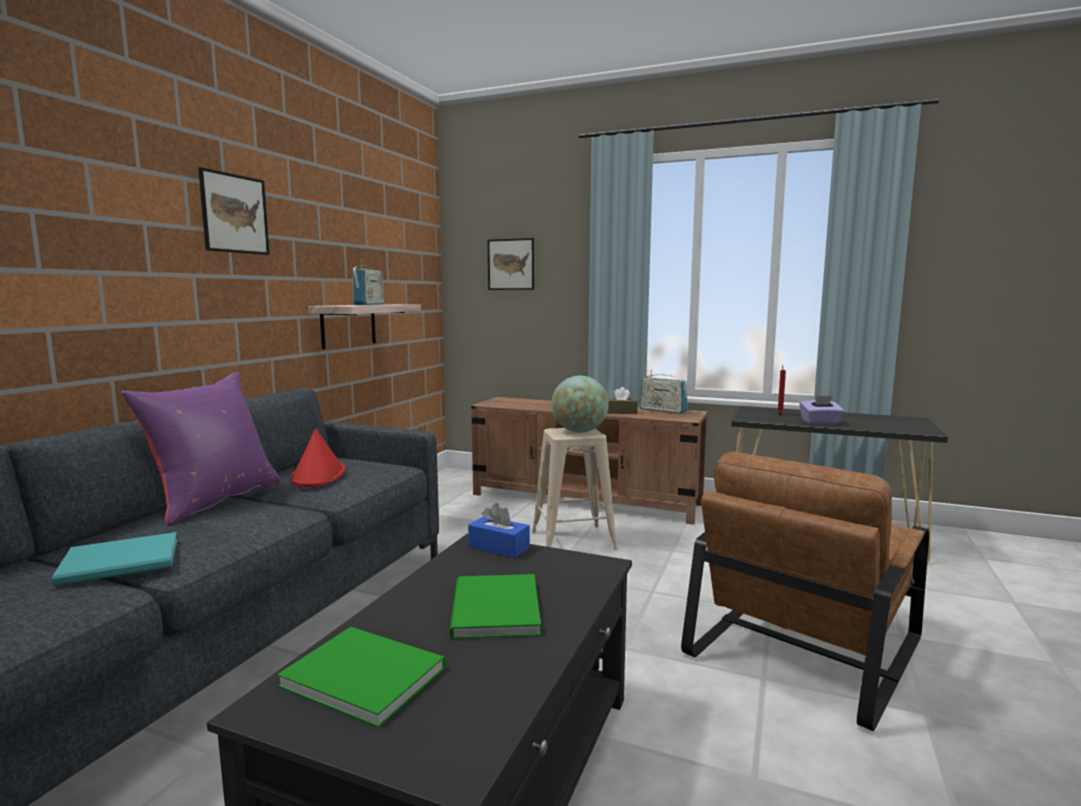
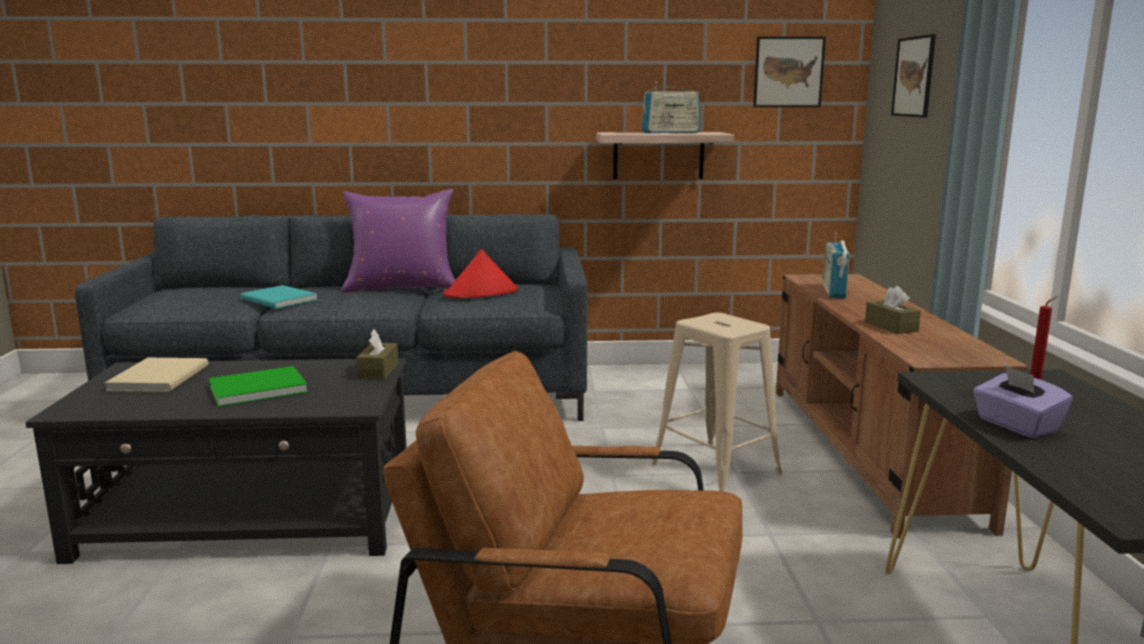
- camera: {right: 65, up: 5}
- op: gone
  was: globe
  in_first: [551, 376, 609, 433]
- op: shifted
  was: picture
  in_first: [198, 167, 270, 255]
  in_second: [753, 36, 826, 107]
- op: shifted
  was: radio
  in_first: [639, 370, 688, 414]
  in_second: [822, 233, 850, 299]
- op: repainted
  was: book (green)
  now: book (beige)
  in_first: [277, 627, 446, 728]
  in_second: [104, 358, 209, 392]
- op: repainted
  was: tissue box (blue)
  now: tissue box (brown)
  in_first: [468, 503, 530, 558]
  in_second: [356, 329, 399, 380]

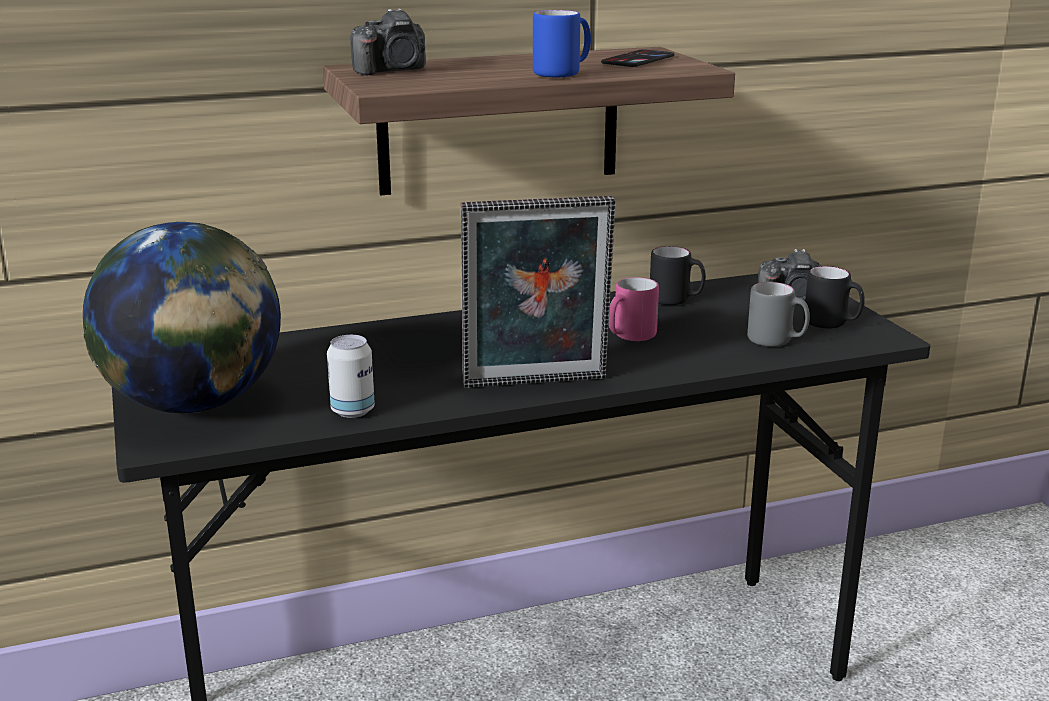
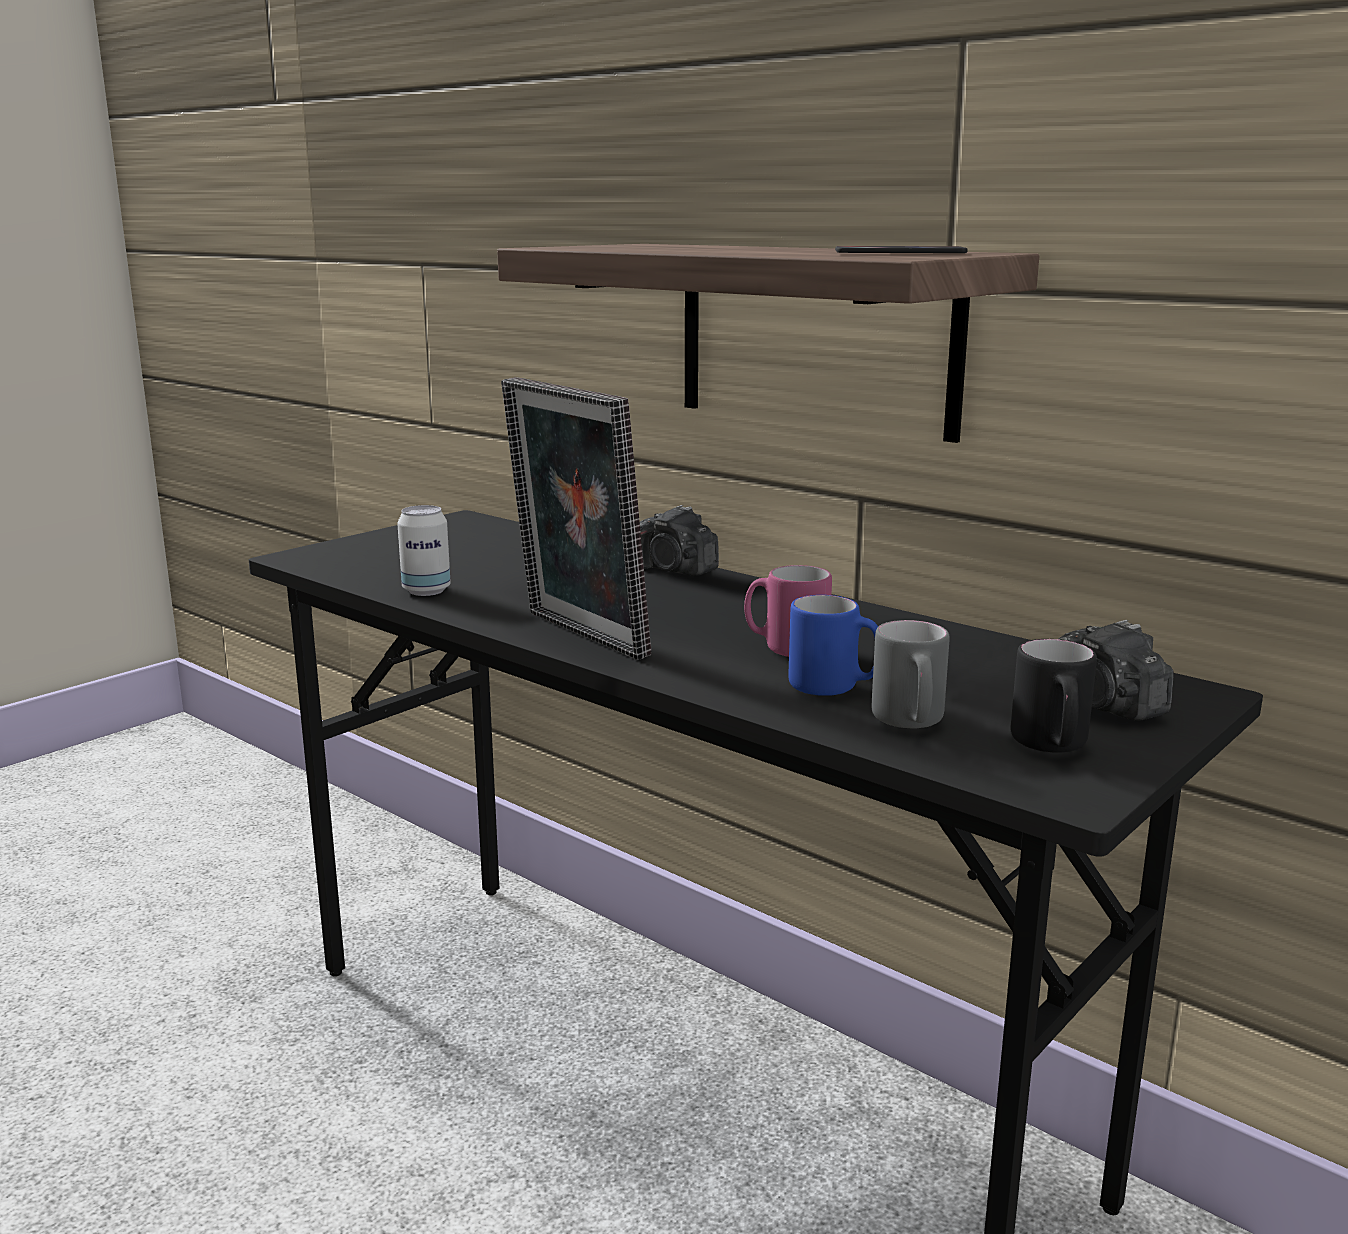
- camera: {right: 60, up: -5}
- op: gone
  was: globe
  in_first: [83, 222, 281, 413]
- op: gone
  was: mug (black)
  in_first: [650, 246, 706, 305]
- op: shifted
  was: photo camera
  in_first: [350, 8, 426, 75]
  in_second: [640, 505, 719, 576]
- op: shifted
  was: mug (blue)
  in_first: [533, 10, 591, 78]
  in_second: [788, 595, 878, 696]

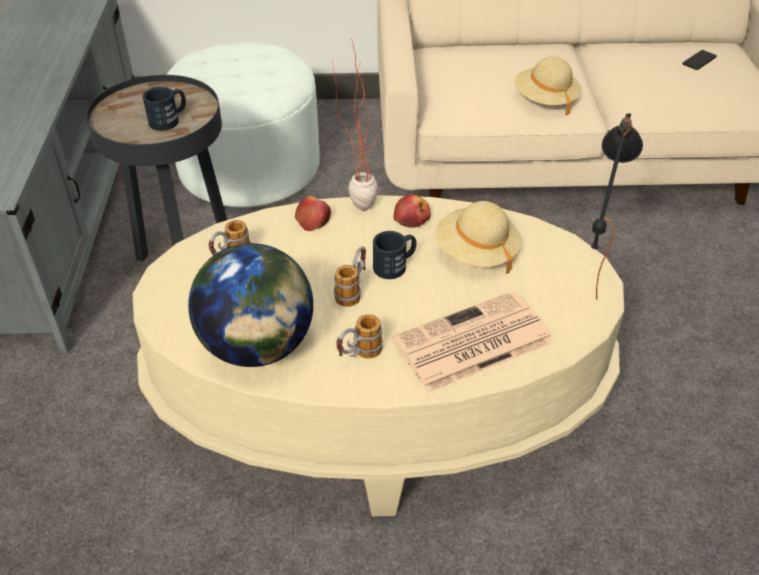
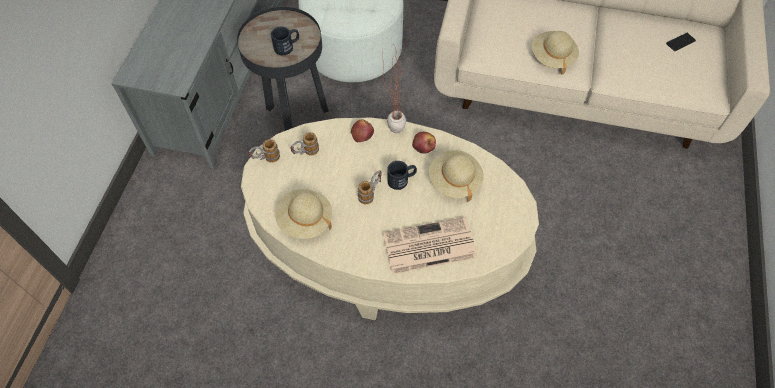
- camera: {right: 15, up: 15}
- op: gone
  was: table lamp (black)
  in_first: [591, 113, 643, 300]
- op: shifted
  was: mug
  in_first: [336, 314, 383, 359]
  in_second: [248, 139, 280, 162]
- op: swapped
  was: globe
  now: hat (beige)
  in_first: [188, 243, 313, 367]
  in_second: [275, 189, 332, 239]

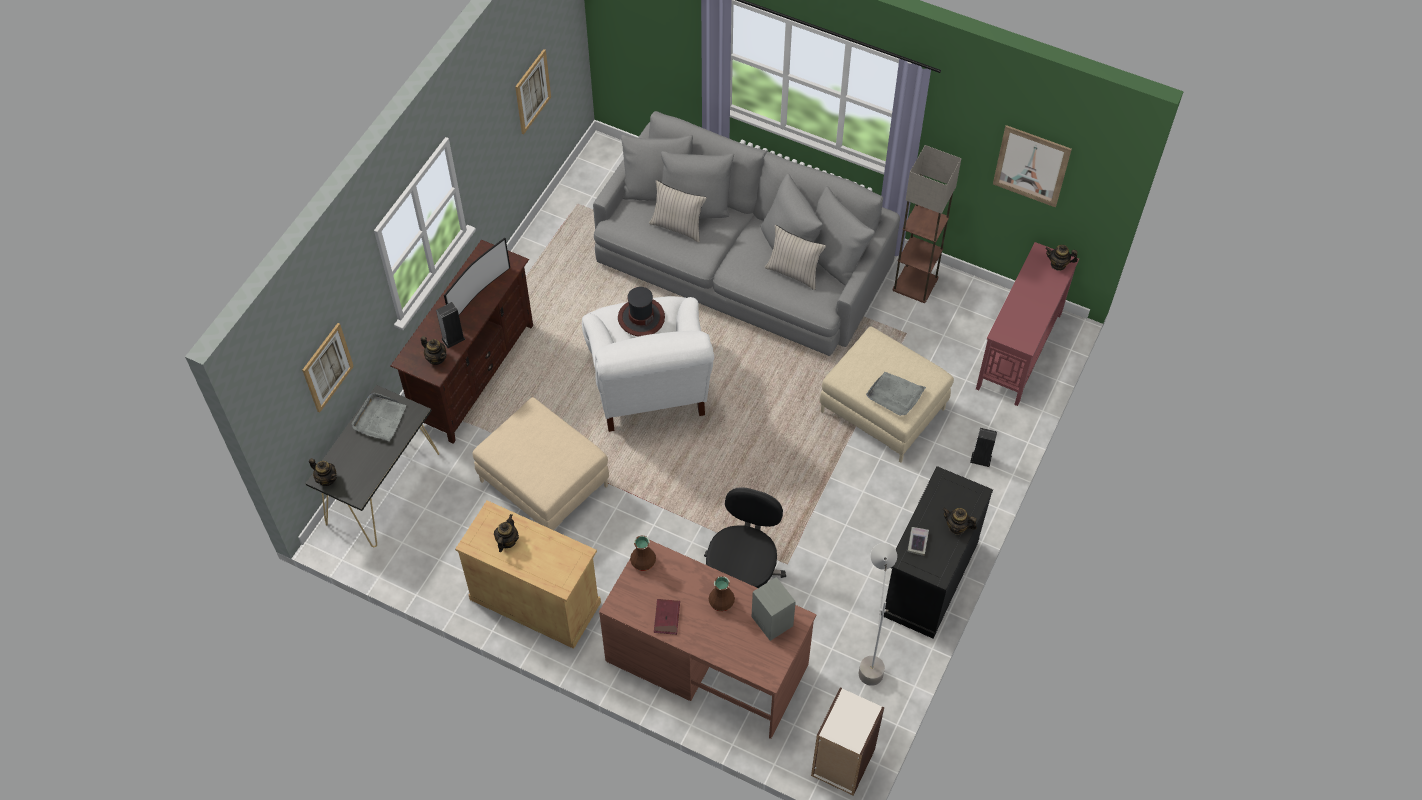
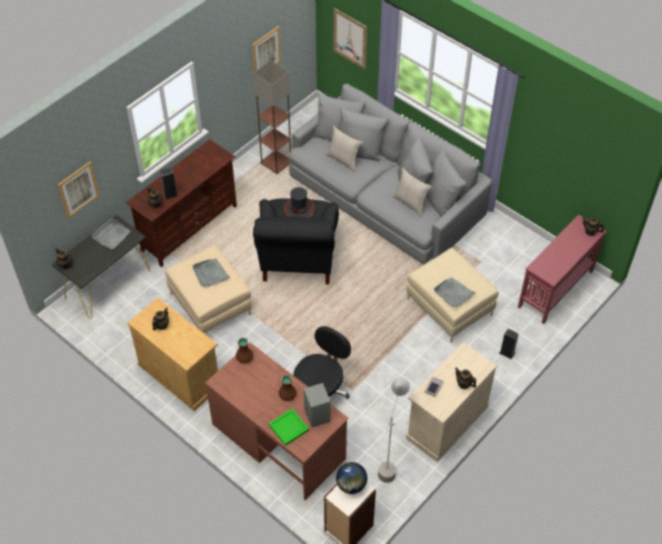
- camera: {right: 15, up: -5}
- op: gone
  was: television
  in_first: [444, 238, 510, 315]
- op: gone
  was: book (red)
  in_first: [654, 599, 680, 635]
- op: new
  now: tray (grey)
  in_second: [192, 258, 230, 287]
- op: new
  now: tray (green)
  in_second: [269, 408, 309, 446]
- op: new
  now: globe
  in_second: [336, 462, 367, 494]
- op: shifted
  was: floor lamp
  in_first: [893, 145, 962, 303]
  in_second: [253, 60, 291, 174]
- op: shifted
  was: picture
  in_first: [993, 125, 1072, 208]
  in_second: [334, 8, 367, 69]
- op: repainted
  was: armchair (white)
  now: armchair (black)
  in_first: [582, 296, 714, 432]
  in_second: [253, 198, 339, 285]
- op: repainted
  was: cabinet (black)
  now: cabinet (beige)
  in_first: [881, 466, 993, 639]
  in_second: [406, 342, 497, 462]

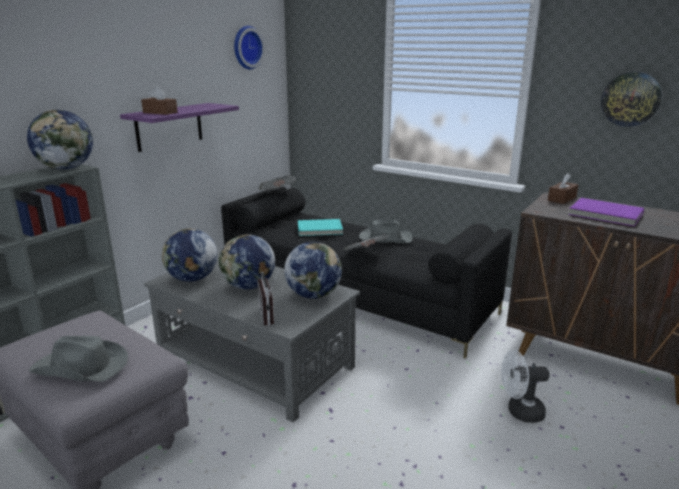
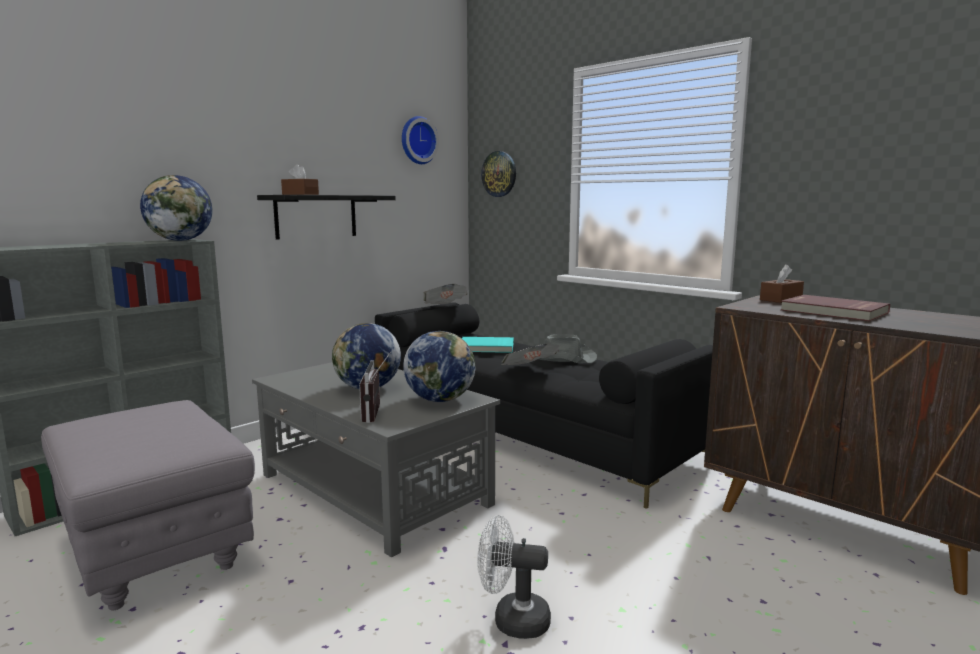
- camera: {right: 10, up: -10}
- op: gone
  was: hat (grey)
  in_first: [29, 336, 128, 382]
- op: gone
  was: globe
  in_first: [162, 228, 218, 282]
- op: shifted
  was: fan (white)
  in_first: [501, 350, 550, 423]
  in_second: [477, 515, 551, 639]
- op: shifted
  was: wall clock
  in_first: [601, 72, 662, 127]
  in_second: [481, 151, 516, 197]
- op: repainted
  was: shelf (purple)
  now: shelf (black)
  in_first: [120, 103, 239, 152]
  in_second: [257, 195, 396, 240]
- op: repainted
  was: book (purple)
  now: book (red)
  in_first: [569, 198, 644, 227]
  in_second: [780, 295, 890, 321]

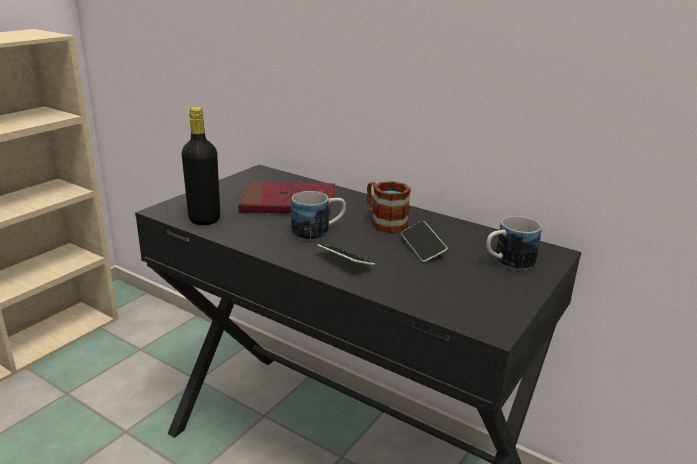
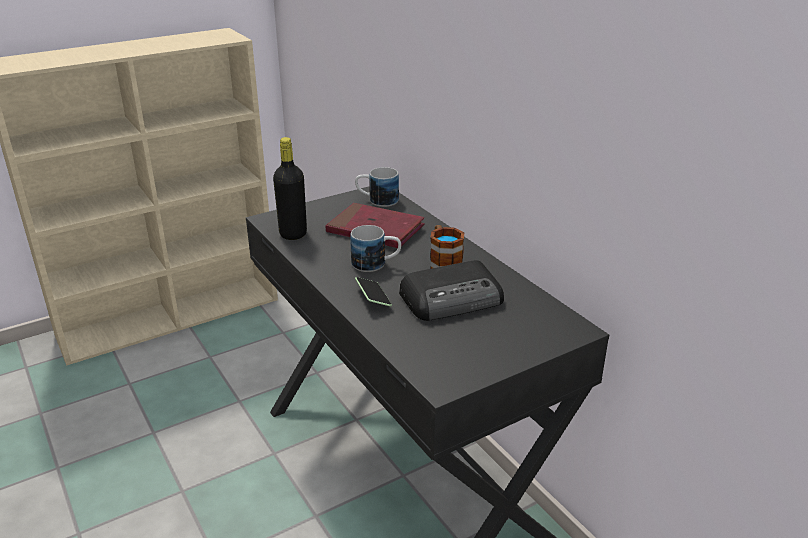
- camera: {right: 25, up: 5}
- op: shifted
  was: mug
  in_first: [486, 216, 542, 270]
  in_second: [355, 167, 399, 207]
- op: swapped
  was: phone
  now: radio
  in_first: [401, 221, 447, 262]
  in_second: [399, 260, 504, 321]

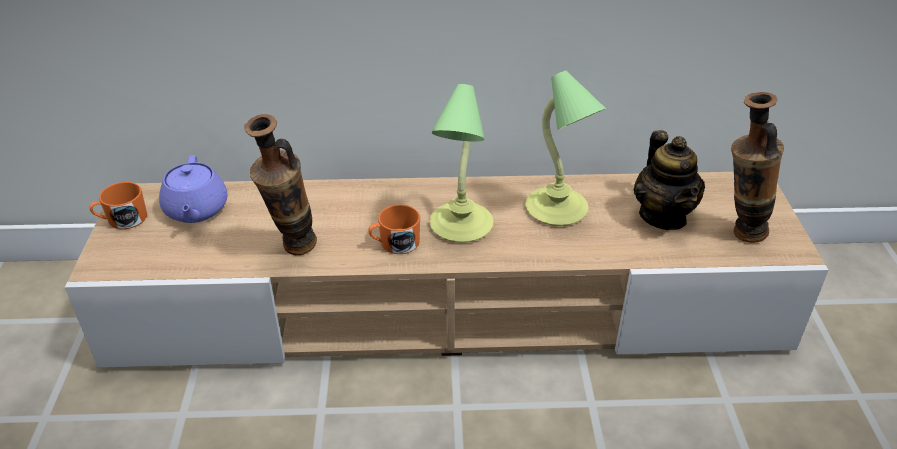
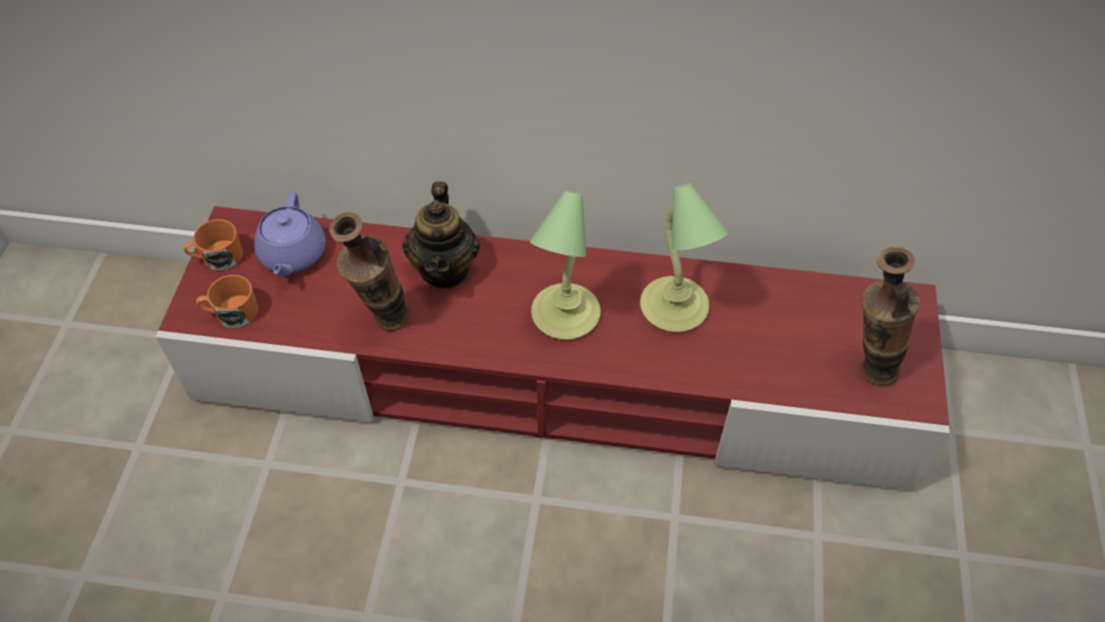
- camera: {right: 10, up: 15}
- op: shifted
  was: mug (orange)
  in_first: [368, 205, 420, 254]
  in_second: [196, 275, 258, 328]
- op: shifted
  was: teapot
  in_first: [634, 130, 705, 230]
  in_second: [402, 181, 480, 289]
- op: repainted
  was: tv stand (beige)
  now: tv stand (red)
  in_first: [65, 172, 829, 368]
  in_second: [155, 206, 950, 491]

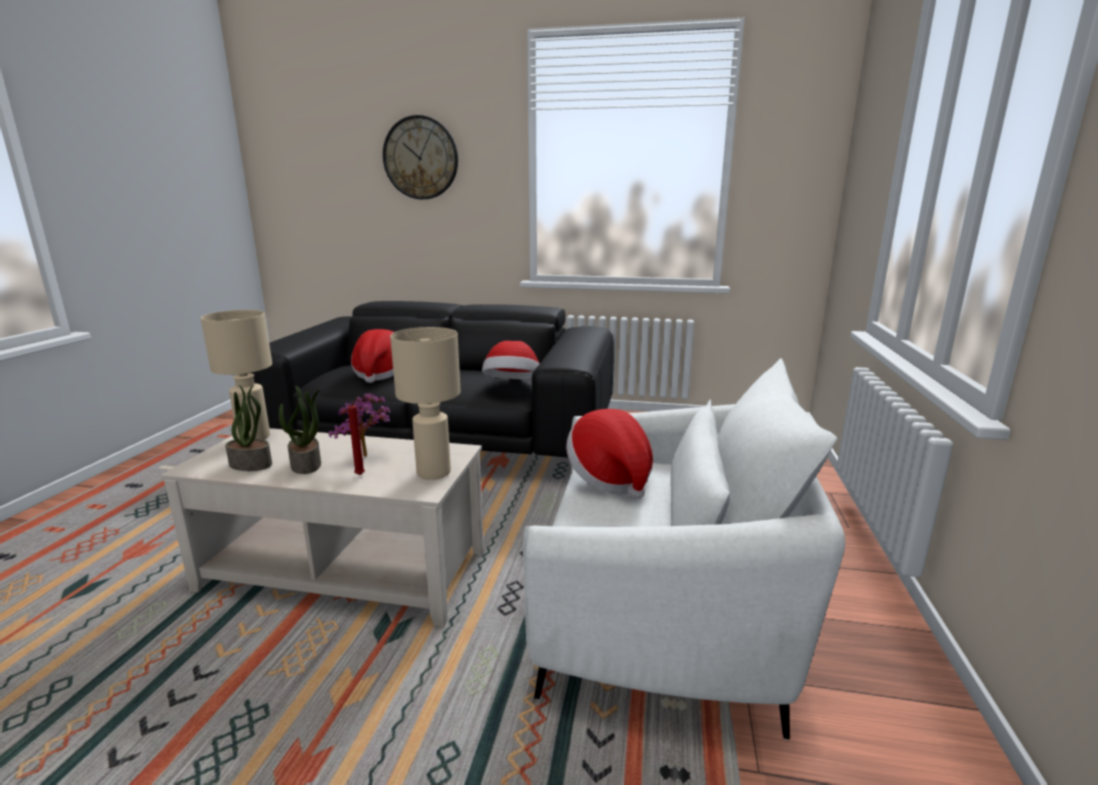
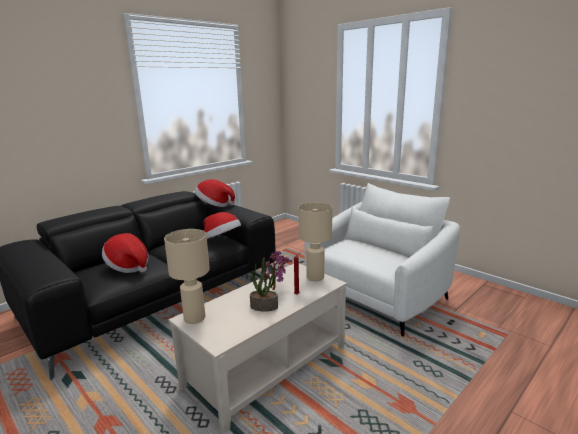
- camera: {right: -55, up: 0}
- op: gone
  was: potted plant
  in_first: [225, 385, 272, 471]
- op: gone
  was: wall clock
  in_first: [383, 115, 458, 199]
- op: shifted
  was: hat
  in_first: [566, 409, 653, 500]
  in_second: [195, 179, 235, 207]

